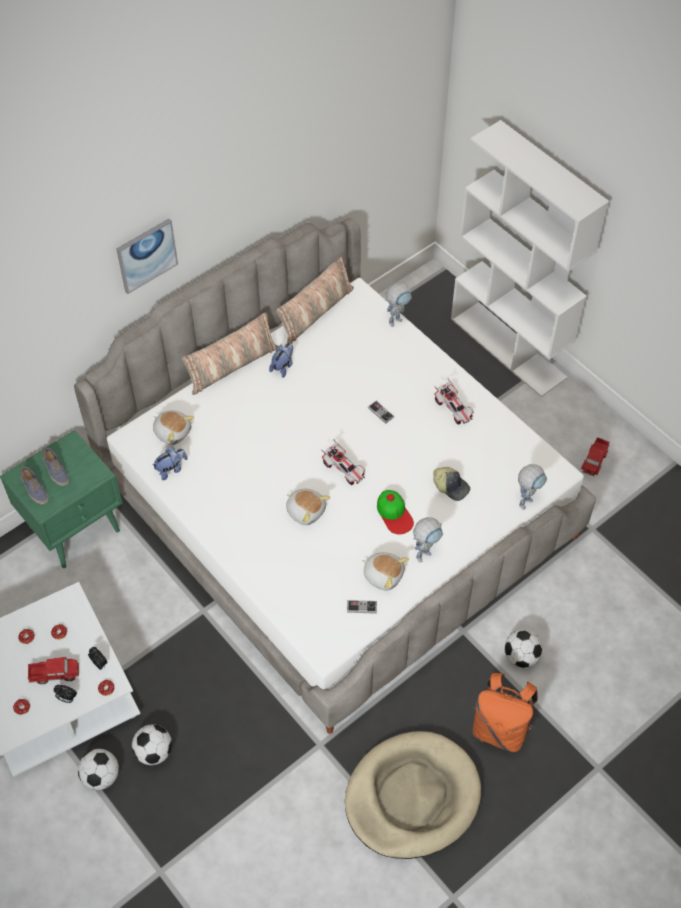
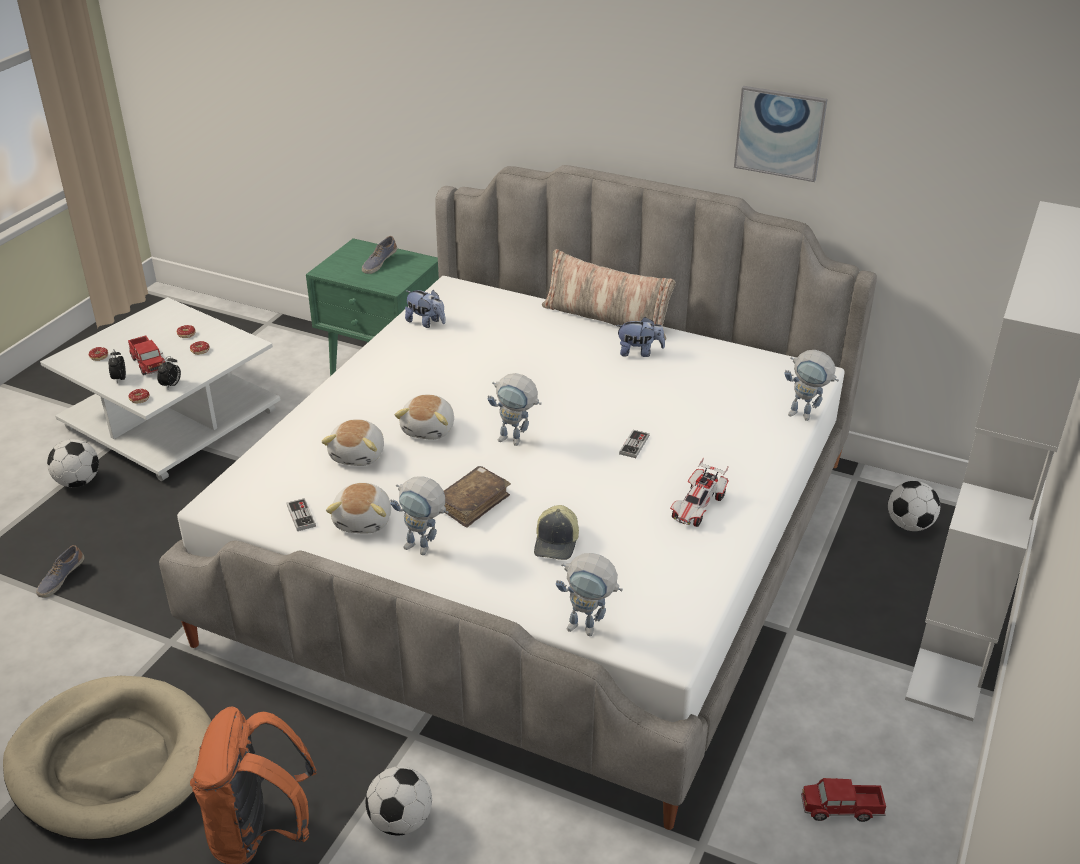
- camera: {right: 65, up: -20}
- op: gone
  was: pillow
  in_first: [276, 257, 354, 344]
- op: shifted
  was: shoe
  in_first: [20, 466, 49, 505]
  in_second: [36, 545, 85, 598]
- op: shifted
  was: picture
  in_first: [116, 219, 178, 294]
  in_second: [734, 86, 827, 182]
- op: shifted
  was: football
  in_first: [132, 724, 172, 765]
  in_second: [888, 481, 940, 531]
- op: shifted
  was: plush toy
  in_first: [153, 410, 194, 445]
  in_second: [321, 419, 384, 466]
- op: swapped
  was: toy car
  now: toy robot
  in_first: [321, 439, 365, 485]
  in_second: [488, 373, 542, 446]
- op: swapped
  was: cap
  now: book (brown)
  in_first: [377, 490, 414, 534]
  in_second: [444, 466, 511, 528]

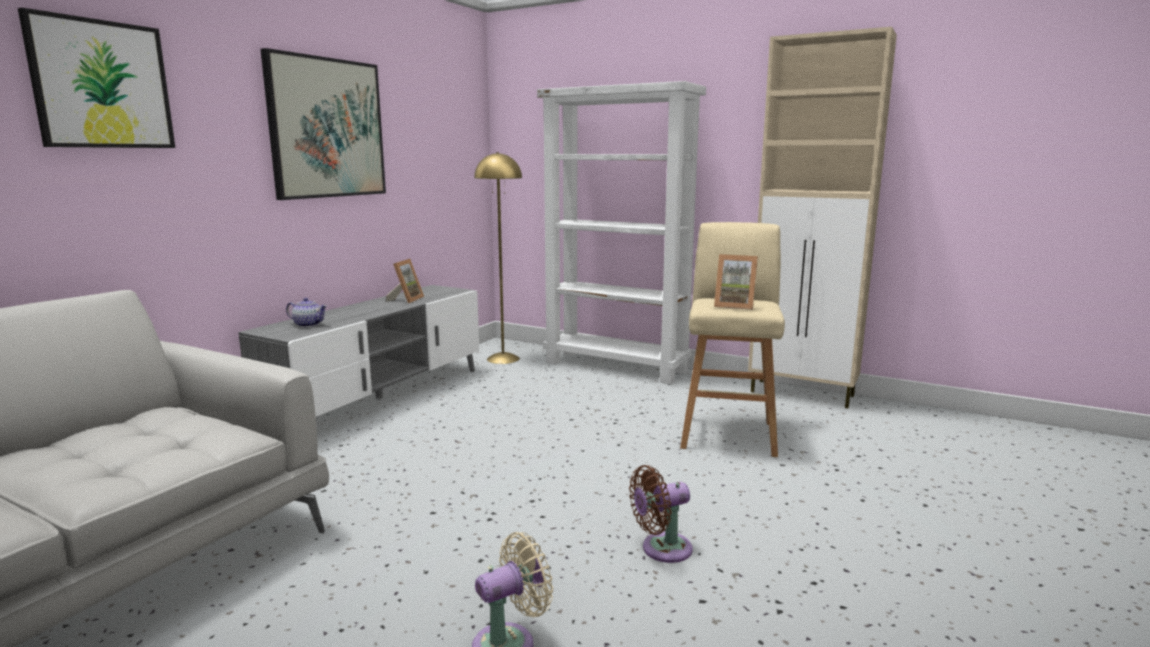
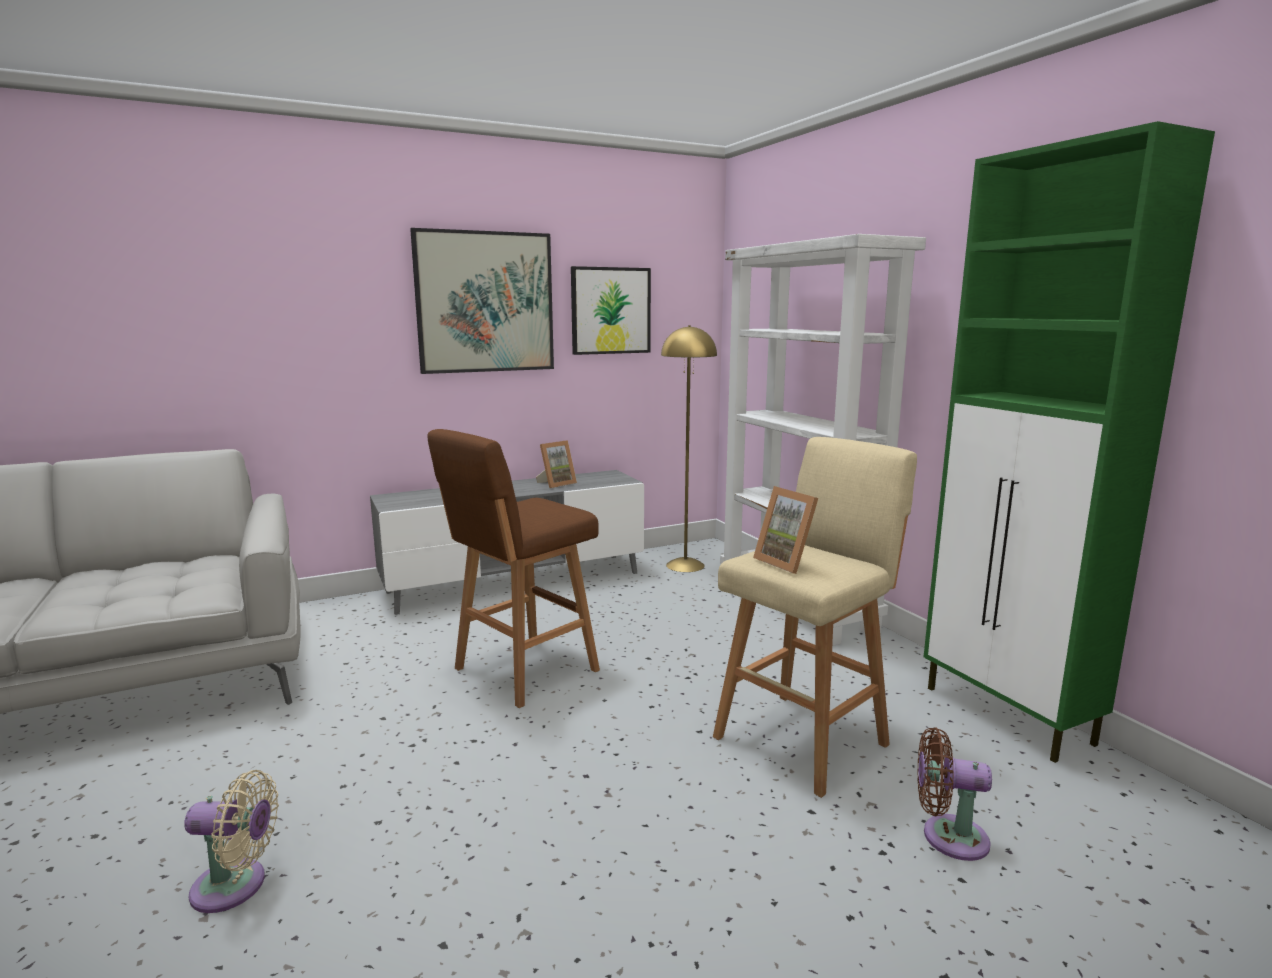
- camera: {right: 35, up: 0}
- op: gone
  was: teapot
  in_first: [286, 298, 327, 327]
- op: new
  now: stool (brown)
  in_second: [427, 429, 600, 708]
- op: shifted
  was: picture
  in_first: [18, 8, 175, 148]
  in_second: [571, 266, 651, 355]
- op: shifted
  was: fan (brown)
  in_first: [629, 465, 693, 563]
  in_second: [917, 727, 992, 861]
- op: repainted
  was: cabinet (beige)
  now: cabinet (green)
  in_first: [748, 27, 897, 408]
  in_second: [924, 121, 1215, 763]

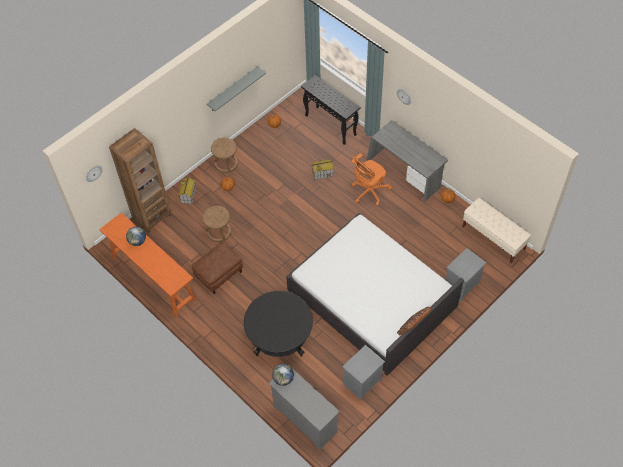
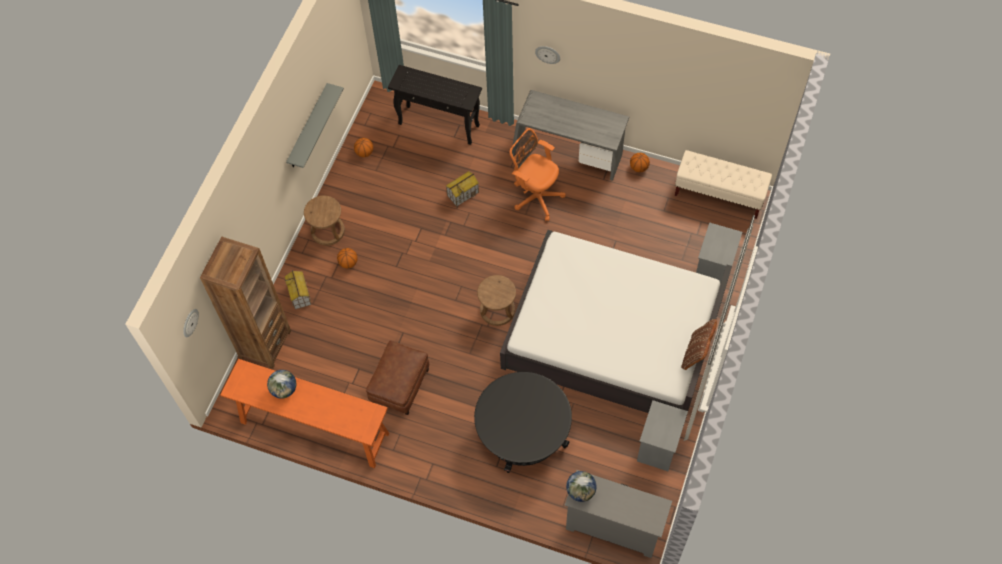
- camera: {right: -25, up: 5}
- op: shifted
  was: stool (brown)
  in_first: [203, 206, 231, 242]
  in_second: [477, 275, 516, 326]
- op: rotated
  was: office chair (orange)
  in_first: [352, 153, 392, 205]
  in_second: [510, 128, 566, 221]
  clockwise: 105

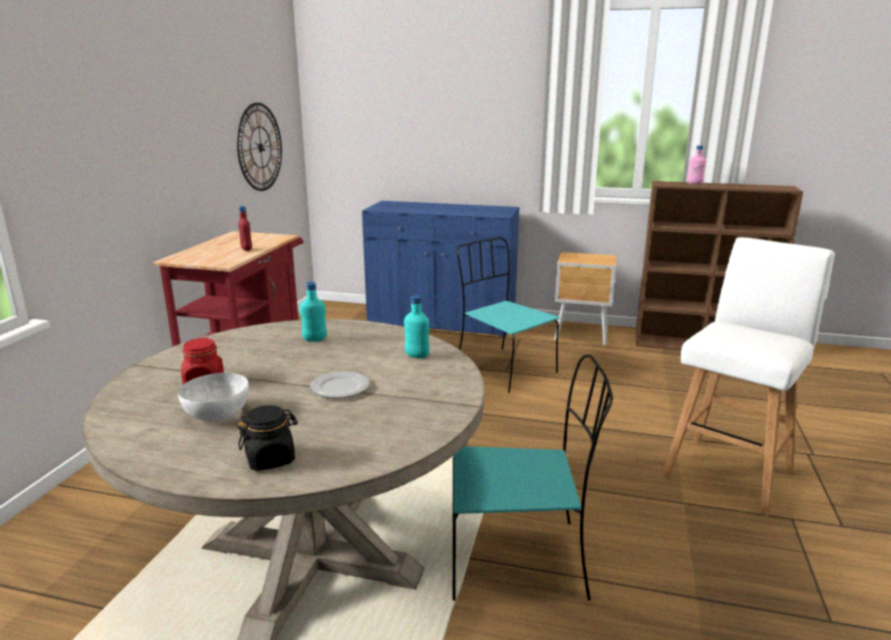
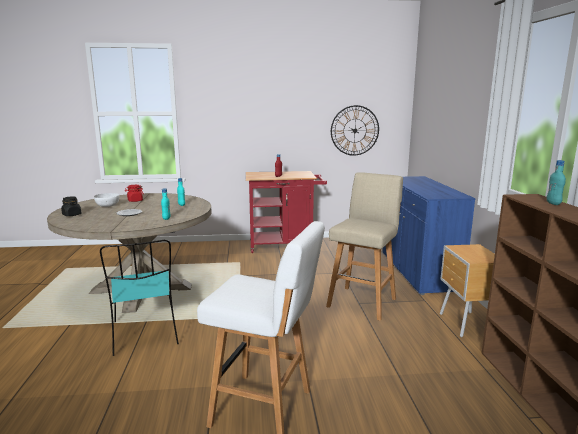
- camera: {right: 70, up: -5}
- op: swapped
  was: chair (turquoise)
  now: stool (beige)
  in_first: [457, 237, 560, 393]
  in_second: [326, 172, 403, 321]
- op: repainted
  was: bottle (pink)
  now: bottle (turquoise)
  in_first: [687, 145, 706, 184]
  in_second: [546, 160, 566, 205]

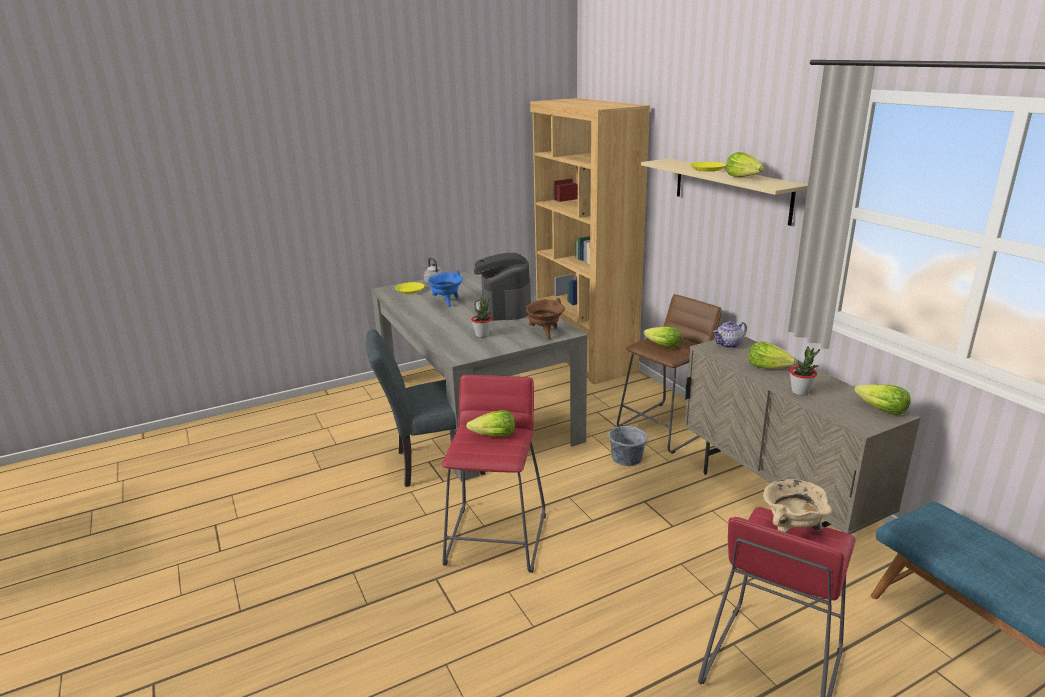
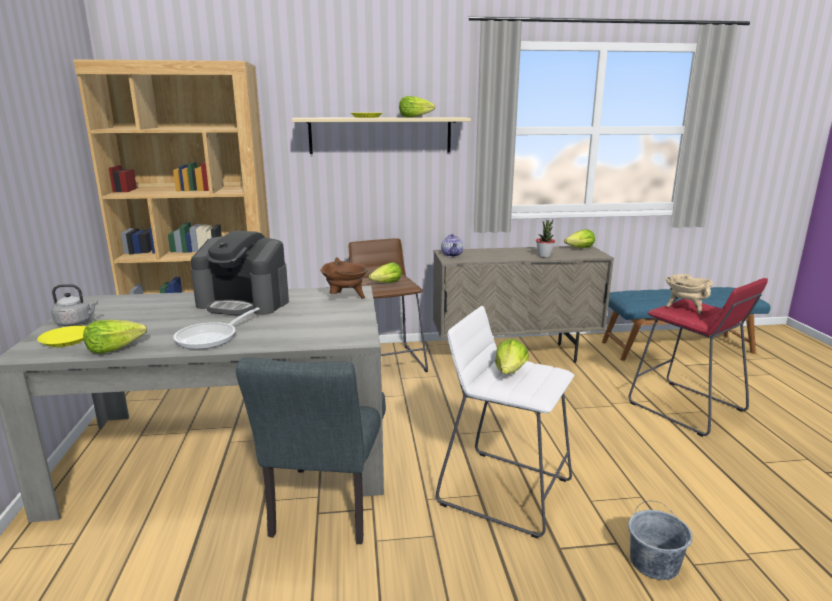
- camera: {right: -70, up: -5}
- op: gone
  was: cooking pot (blue)
  in_first: [428, 271, 463, 307]
- op: gone
  was: potted plant
  in_first: [471, 298, 492, 337]
- op: new
  now: frying pan
  in_second: [173, 308, 260, 349]
- op: shifted
  was: bucket (grey)
  in_first: [608, 416, 648, 466]
  in_second: [628, 501, 692, 580]
- op: shifted
  was: lettuce
  in_first: [748, 341, 796, 369]
  in_second: [83, 320, 147, 354]
- op: repainted
  was: stool (red)
  now: stool (white)
  in_first: [442, 375, 546, 573]
  in_second: [436, 306, 574, 538]

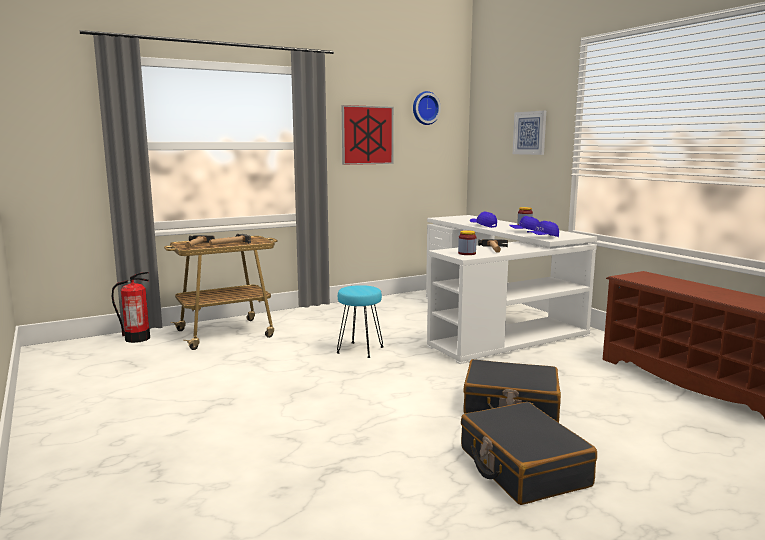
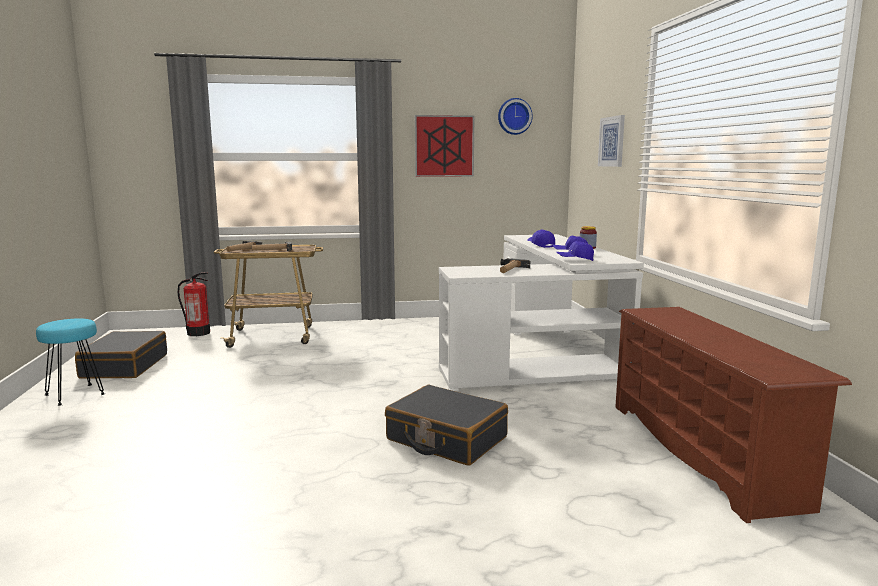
- camera: {right: 20, up: 0}
- op: gone
  was: jar
  in_first: [458, 230, 477, 255]
- op: shifted
  was: stool (turquoise)
  in_first: [337, 285, 384, 358]
  in_second: [36, 318, 105, 406]
- op: shifted
  was: suitcase (black)
  in_first: [461, 402, 597, 505]
  in_second: [75, 331, 167, 379]

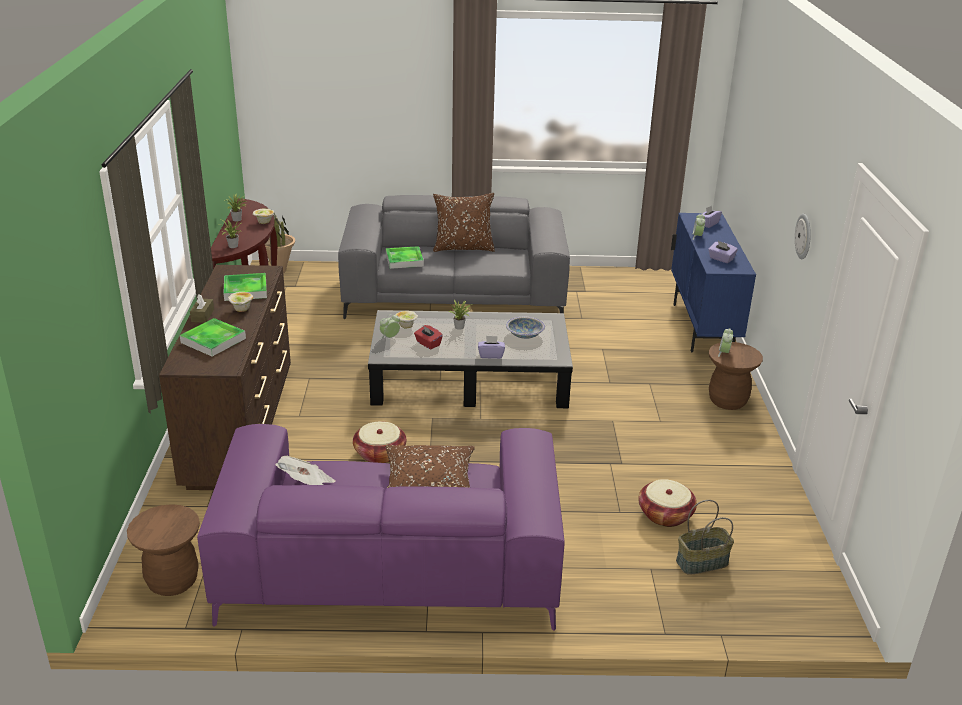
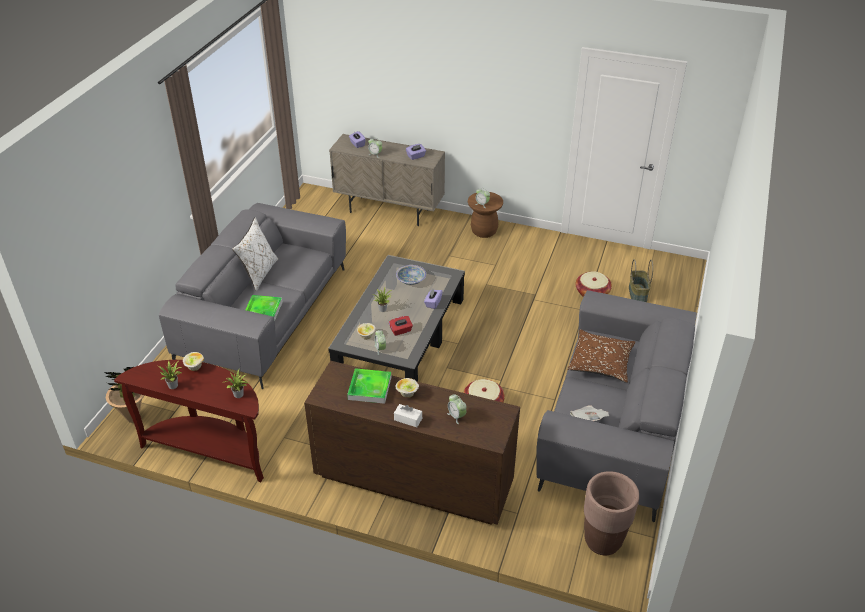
- camera: {right: -70, up: 10}
- op: gone
  was: wall clock
  in_first: [795, 213, 811, 259]
- op: swapped
  was: stool (brown)
  now: planter (brown)
  in_first: [127, 504, 200, 596]
  in_second: [584, 471, 639, 556]
- op: swapped
  was: tray
  now: alarm clock
  in_first: [180, 318, 246, 356]
  in_second: [447, 394, 466, 424]
- op: repainted
  was: tissue box (brown)
  now: tissue box (white)
  in_first: [190, 294, 214, 323]
  in_second: [394, 404, 422, 427]
- op: repainted
  was: sofa (purple)
  now: sofa (grey)
  in_first: [197, 424, 565, 631]
  in_second: [536, 290, 697, 522]
- op: repainted
  was: pillow (brown)
  now: pillow (white)
  in_first: [433, 193, 495, 252]
  in_second: [232, 217, 278, 291]
- op: repainted
  was: cabinet (blue)
  now: cabinet (beige)
  in_first: [671, 213, 756, 352]
  in_second: [329, 134, 445, 226]

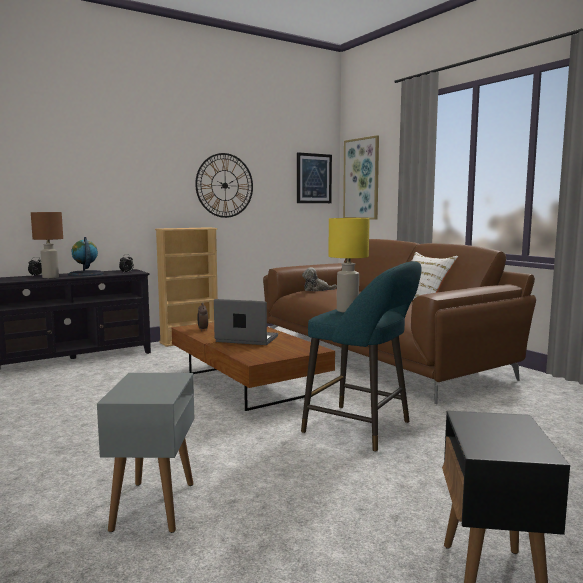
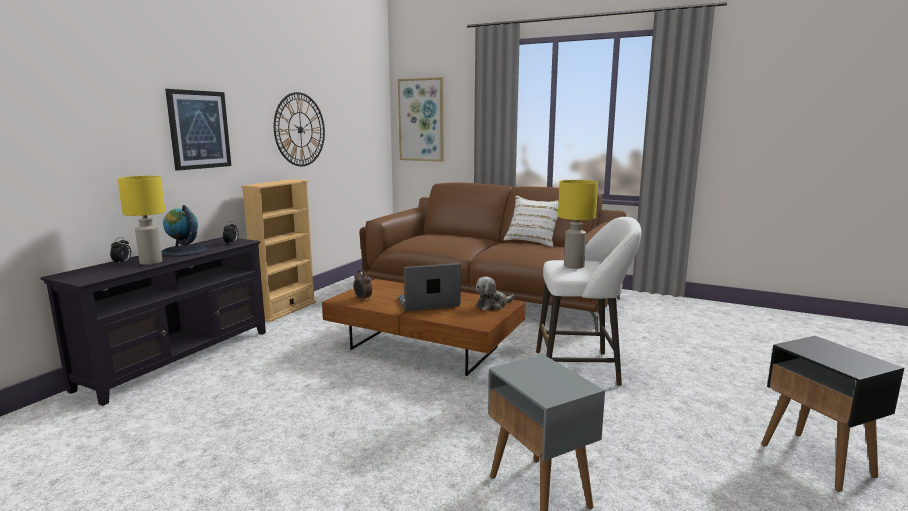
- camera: {right: -30, up: 5}
- op: shifted
  was: picture
  in_first: [297, 152, 332, 203]
  in_second: [165, 89, 231, 171]
- op: shifted
  was: plush toy
  in_first: [302, 267, 337, 291]
  in_second: [476, 277, 515, 311]
- op: repainted
  was: table lamp (brown)
  now: table lamp (yellow)
  in_first: [31, 212, 63, 278]
  in_second: [118, 176, 165, 265]
- op: repainted
  was: stool (turquoise)
  now: stool (white)
  in_first: [301, 261, 422, 452]
  in_second: [536, 217, 642, 386]

